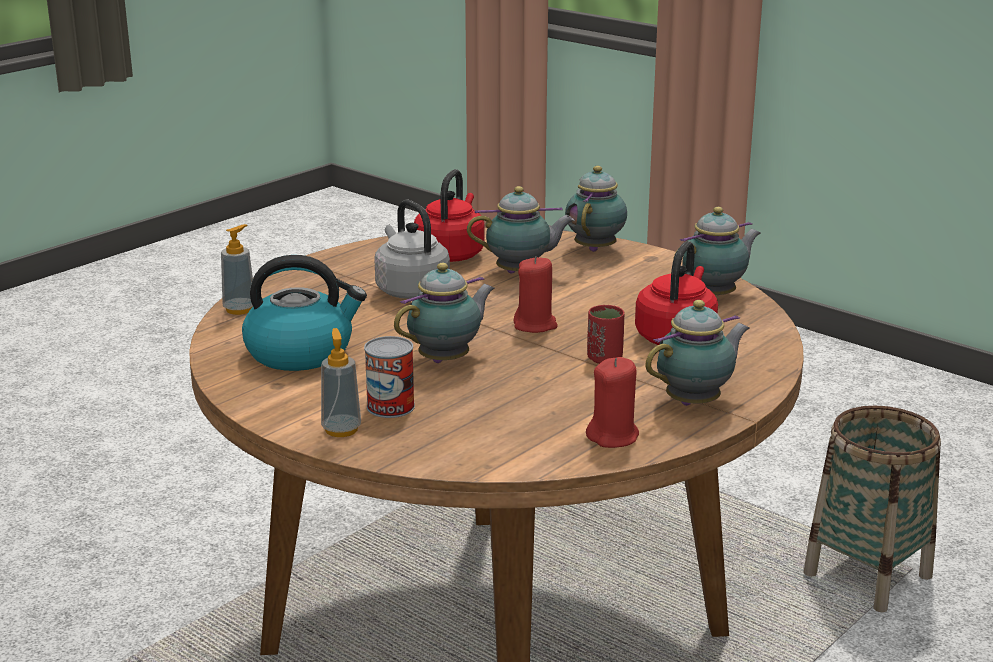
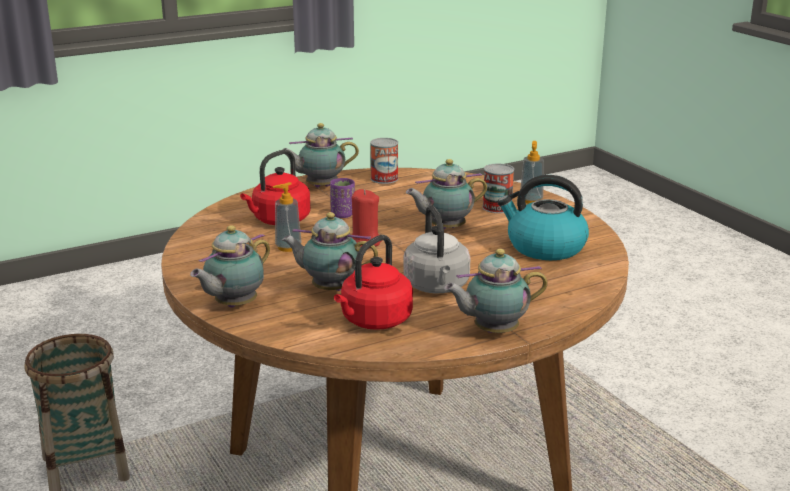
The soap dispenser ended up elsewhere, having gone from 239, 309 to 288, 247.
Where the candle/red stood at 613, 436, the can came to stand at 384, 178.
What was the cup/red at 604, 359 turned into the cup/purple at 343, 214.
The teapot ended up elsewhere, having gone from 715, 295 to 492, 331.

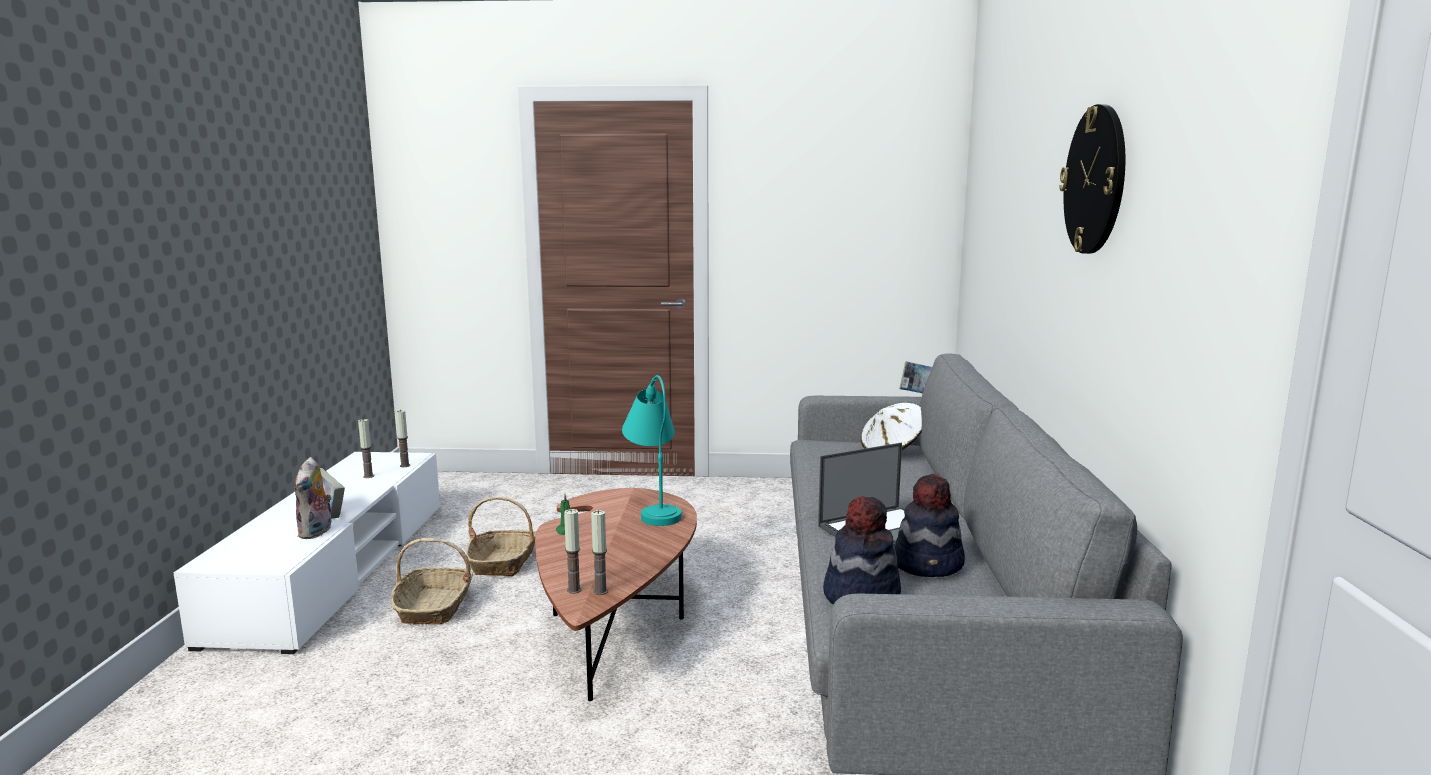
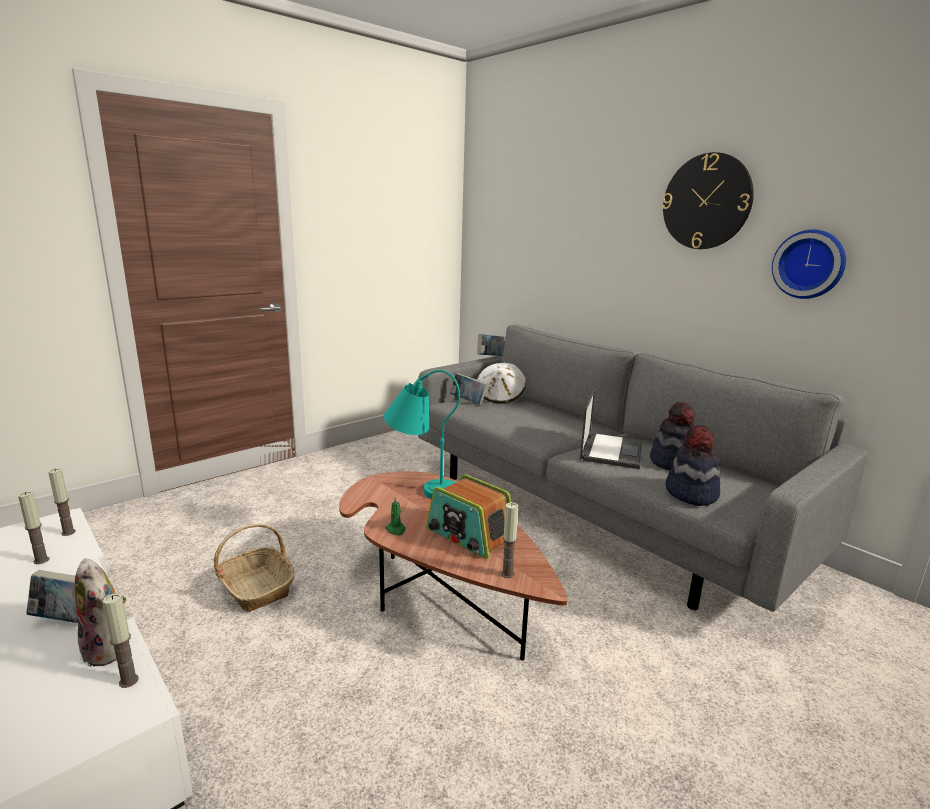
The second view lost the basket at 434, 607.
The candle ended up elsewhere, having gone from 600, 591 to 128, 681.
The second view gained the radio at 469, 535.
The second view gained the book at 468, 402.
The second view gained the wall clock at 809, 264.

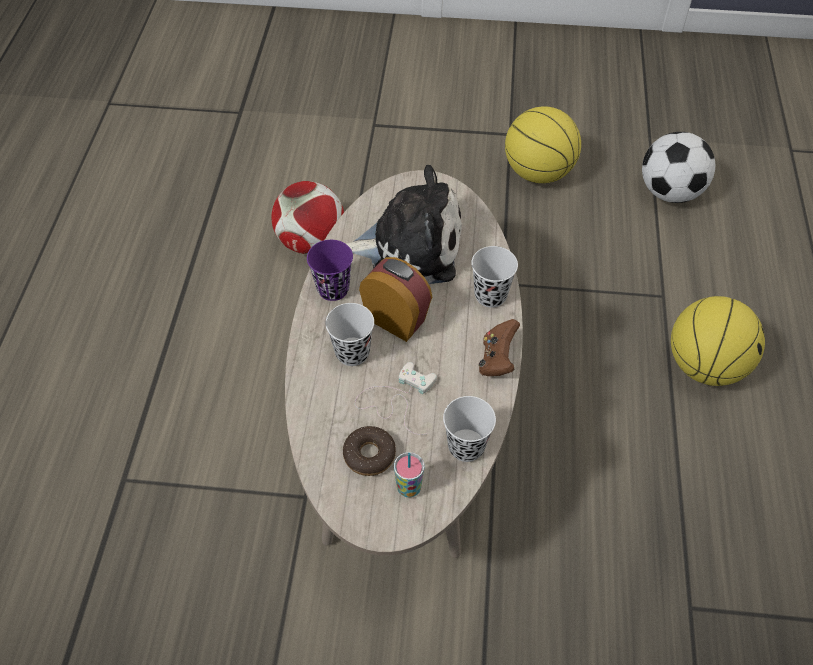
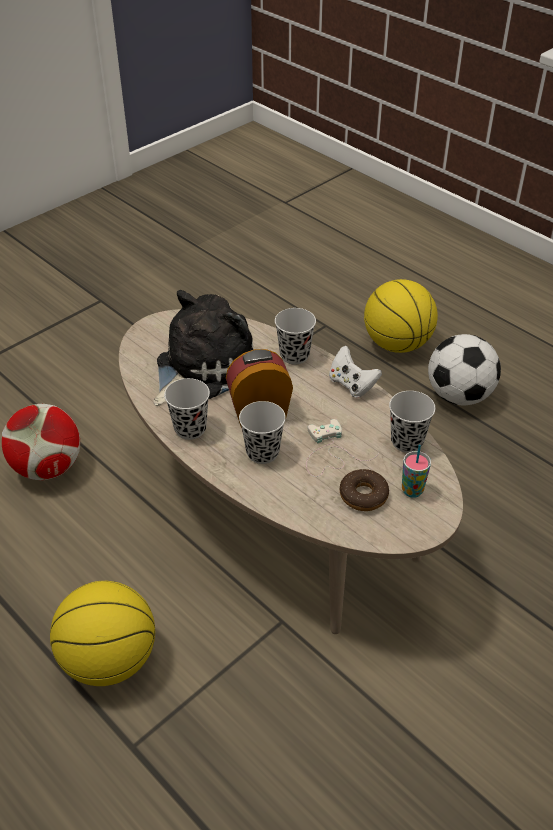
What was the cup/purple at 333, 289 turned into the cup/black at 190, 429.
What was the game controller/brown at 497, 360 turned into the game controller/white at 352, 385.
The basketball ended up elsewhere, having gone from 537, 172 to 108, 659.
The football ended up elsewhere, having gone from 669, 192 to 459, 396.

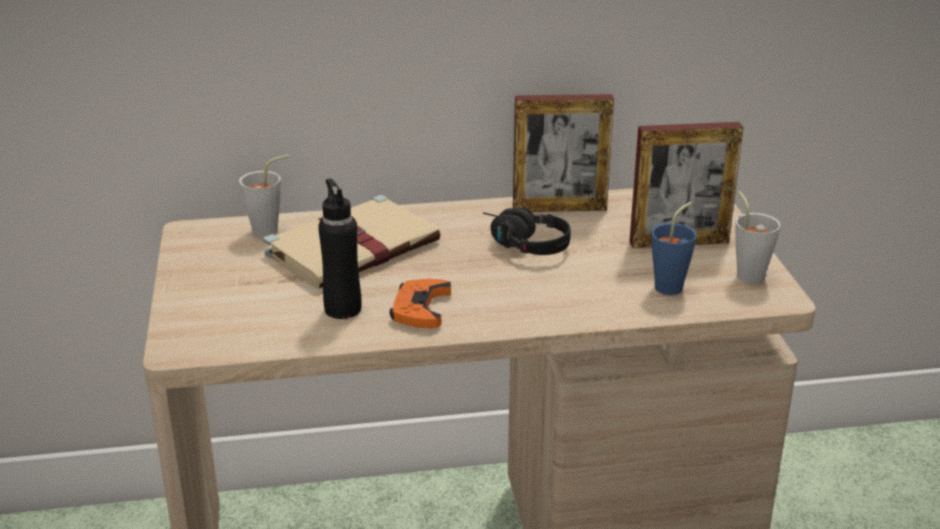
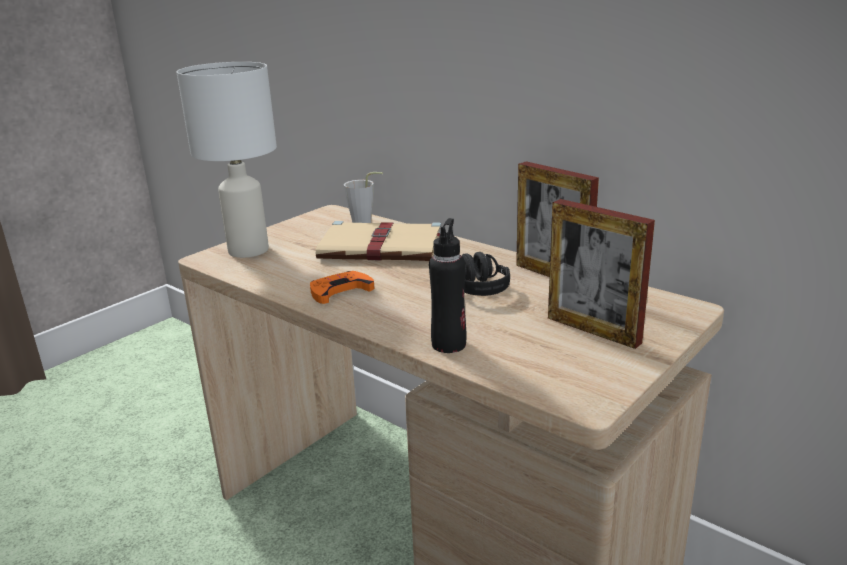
The bottle/black ended up elsewhere, having gone from 343, 309 to 449, 344.
The second view lost the cup/blue at 672, 285.
The second view lost the cup/grey at 748, 273.
The second view gained the table lamp/white at 247, 250.

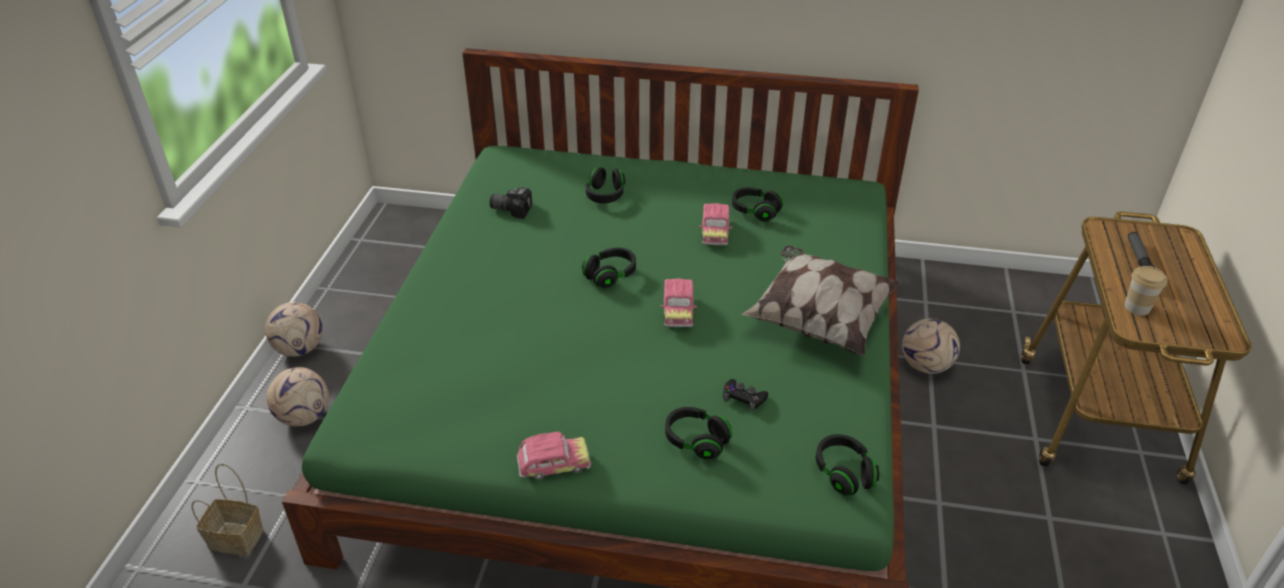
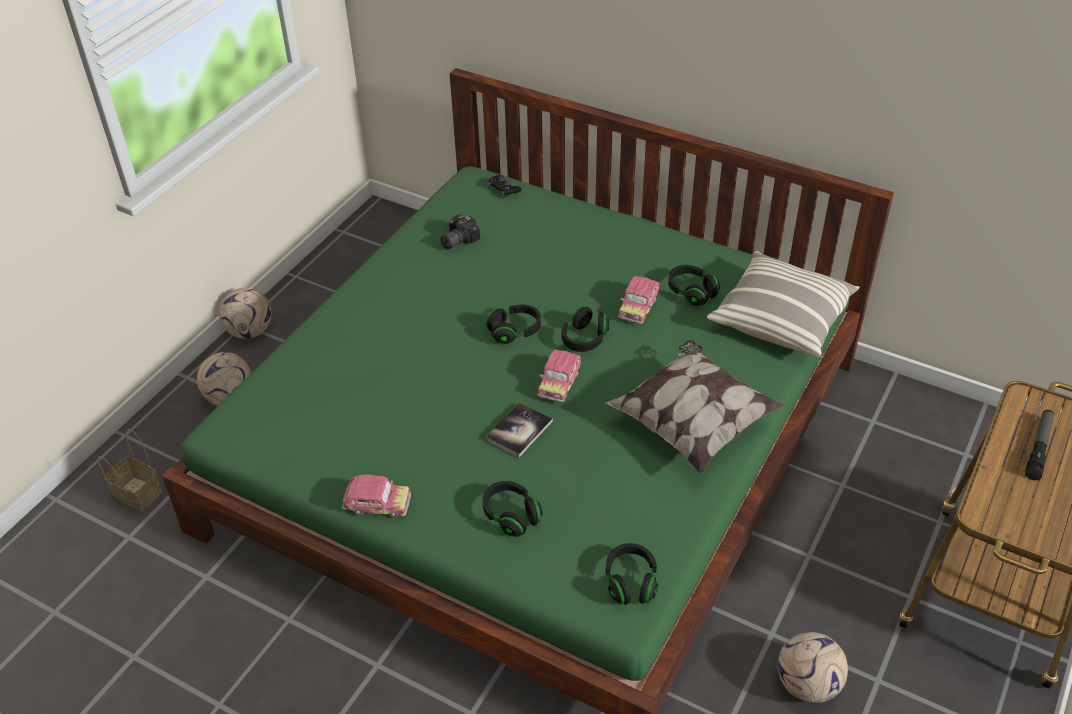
The photo camera at 512, 208 ended up facing another way, 75 degrees counterclockwise from before.
The headphones/black ended up elsewhere, having gone from 605, 195 to 584, 339.
The game controller/black ended up elsewhere, having gone from 744, 398 to 503, 189.
The football ended up elsewhere, having gone from 926, 366 to 808, 685.
The second view lost the cup at 1137, 307.
The second view gained the book at 519, 431.
The second view gained the pillow at 781, 318.

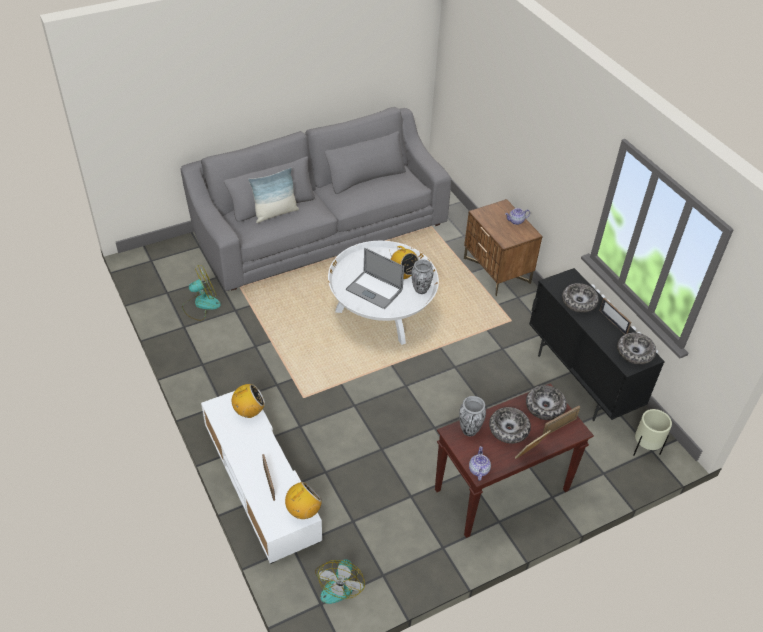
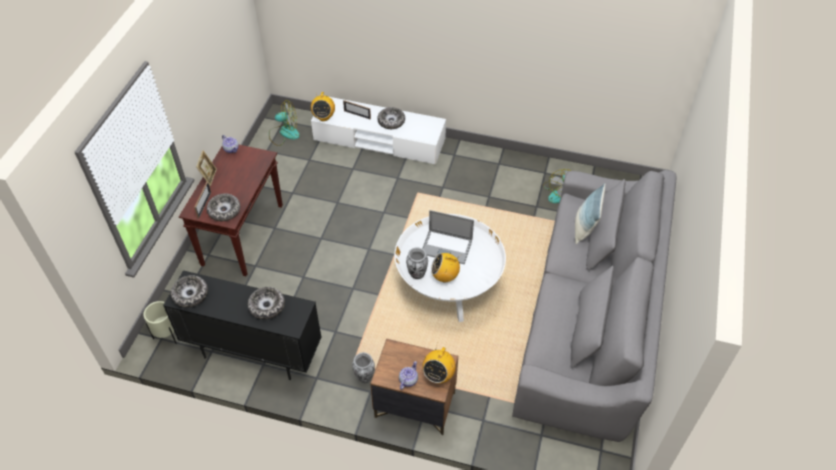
The radio ended up elsewhere, having gone from 249, 412 to 438, 375.
The fan at 339, 583 ended up facing another way, 120 degrees clockwise from before.
The laptop at 374, 290 ended up facing another way, 150 degrees counterclockwise from before.
The vase ended up elsewhere, having gone from 469, 430 to 364, 377.
The bowl ended up elsewhere, having gone from 509, 429 to 391, 121.
The second view lost the picture frame at 613, 322.

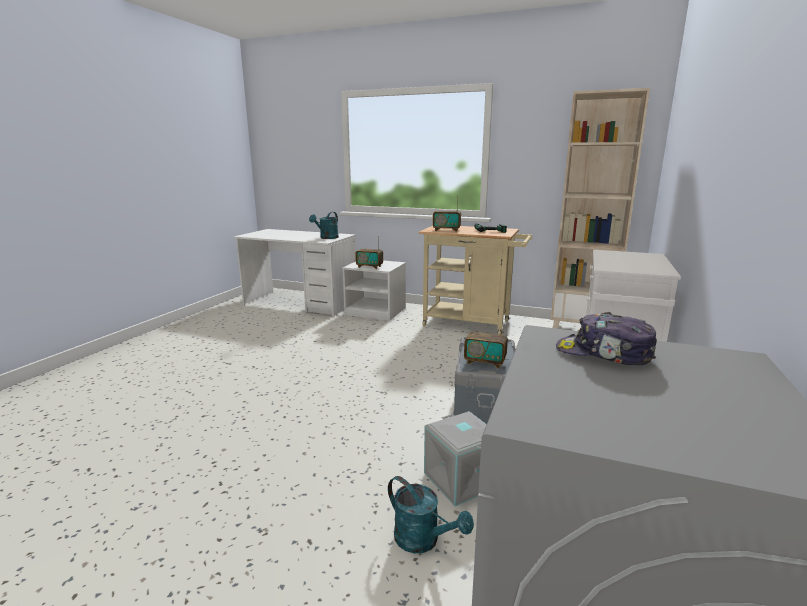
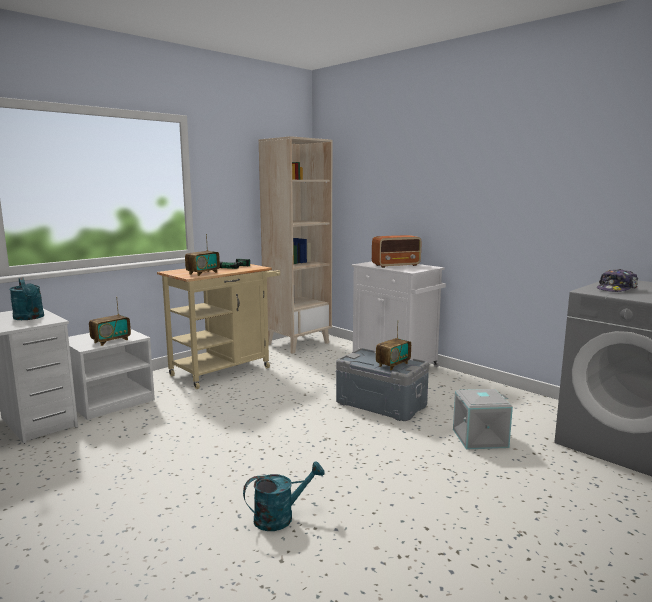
The watering can/turquoise ended up elsewhere, having gone from 423, 540 to 280, 517.
The second view gained the radio at 396, 265.

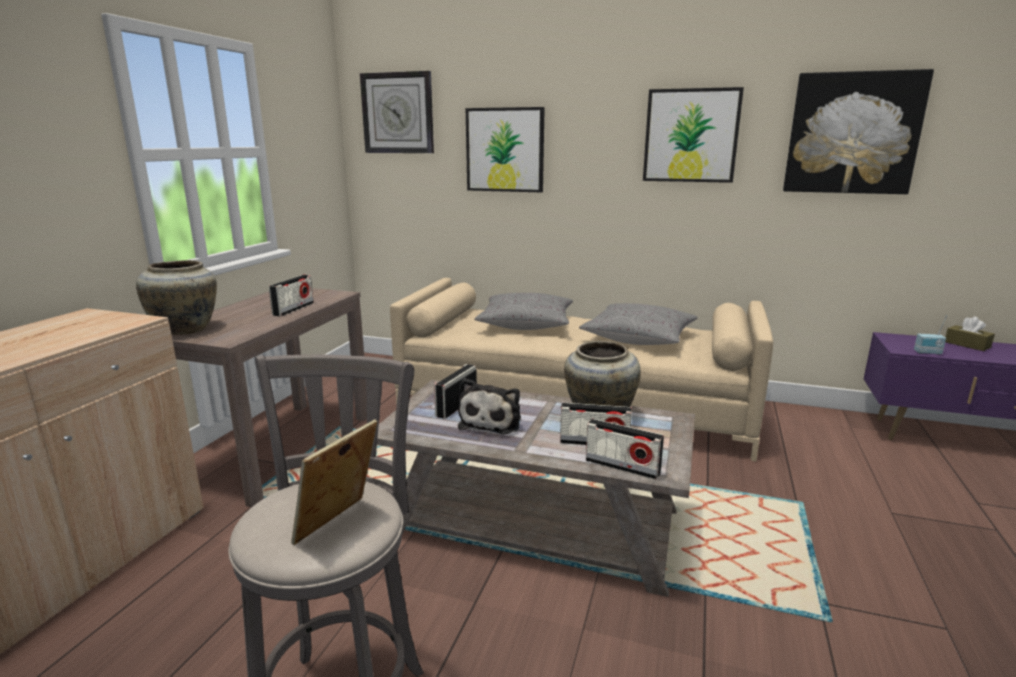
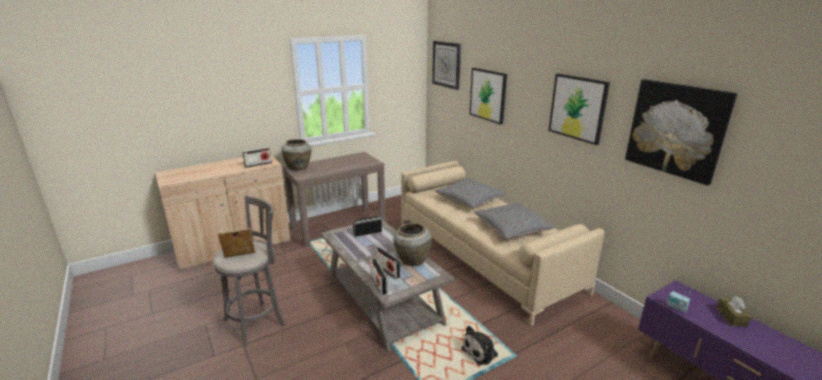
The radio ended up elsewhere, having gone from 293, 309 to 258, 164.
The plush toy ended up elsewhere, having gone from 492, 421 to 481, 351.

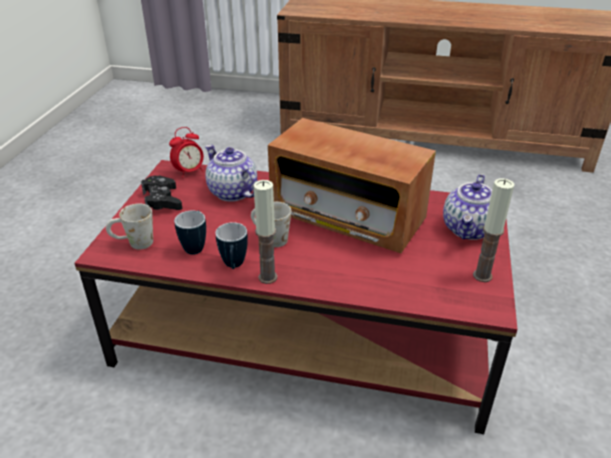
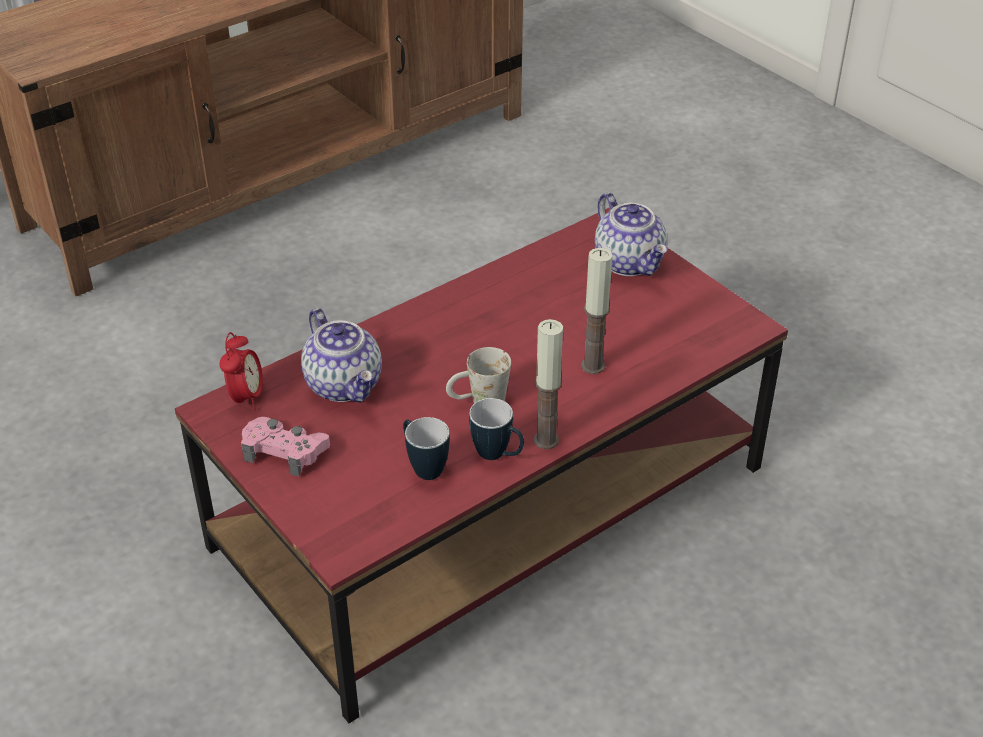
The second view lost the mug/white at 133, 243.
What was the game controller/black at 162, 200 turned into the game controller/pink at 285, 451.
The teapot at 231, 192 ended up facing another way, 120 degrees counterclockwise from before.
The second view lost the radio at 347, 217.
The candle ended up elsewhere, having gone from 482, 276 to 593, 366.

